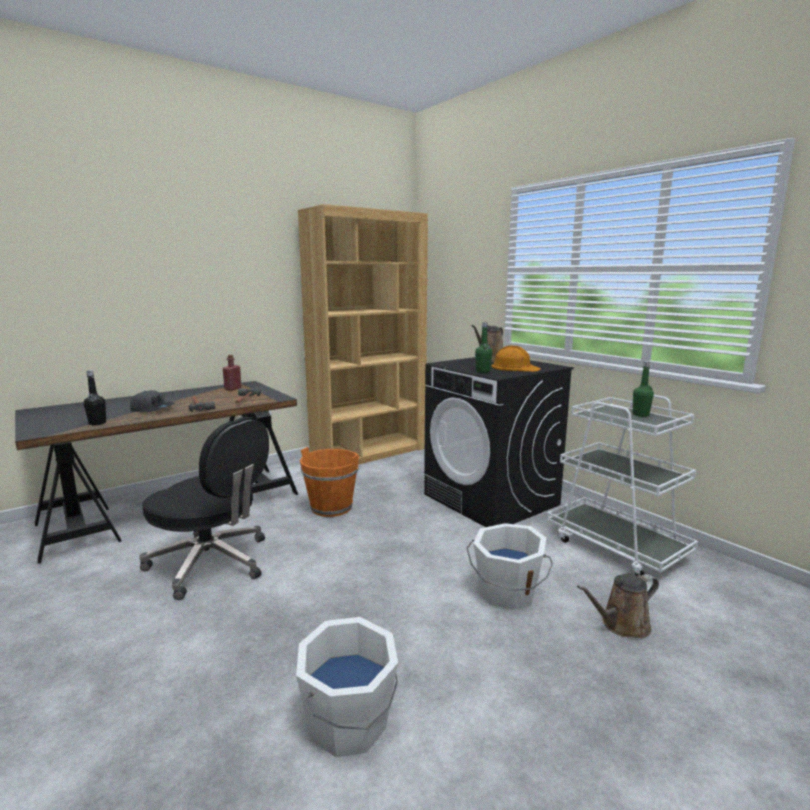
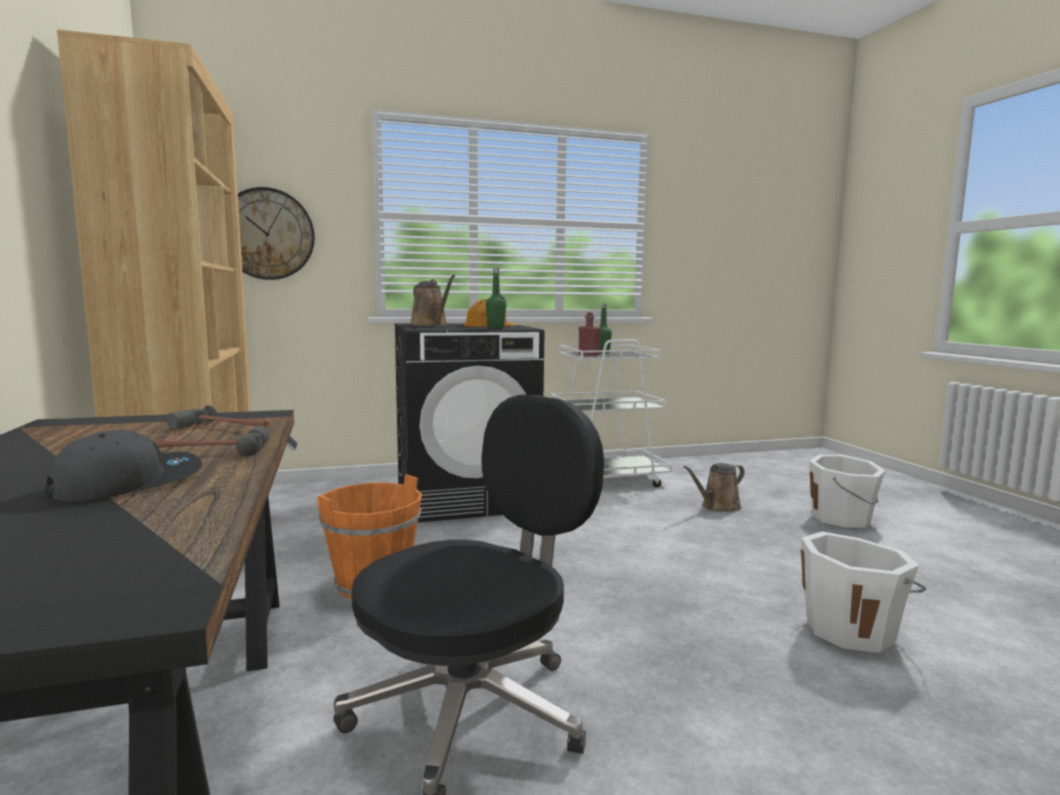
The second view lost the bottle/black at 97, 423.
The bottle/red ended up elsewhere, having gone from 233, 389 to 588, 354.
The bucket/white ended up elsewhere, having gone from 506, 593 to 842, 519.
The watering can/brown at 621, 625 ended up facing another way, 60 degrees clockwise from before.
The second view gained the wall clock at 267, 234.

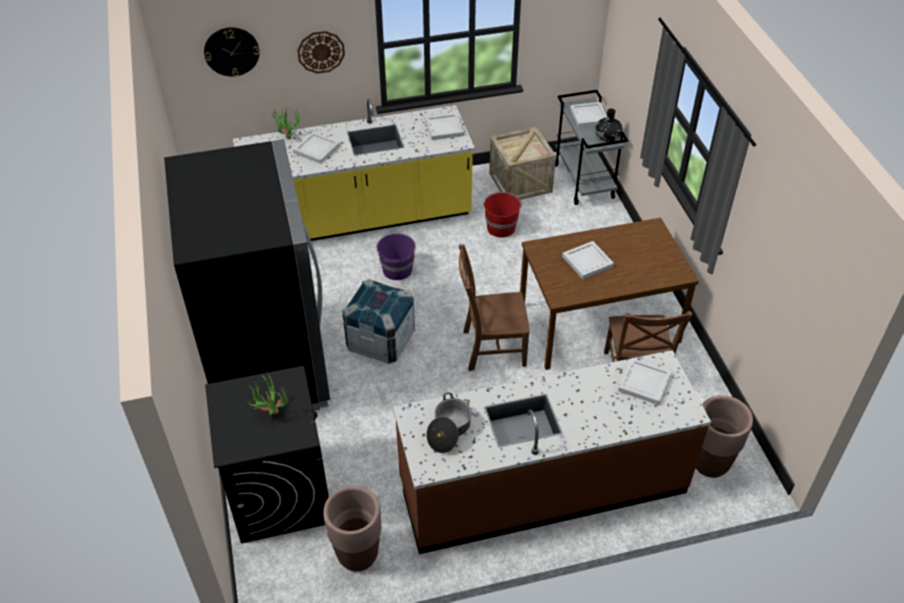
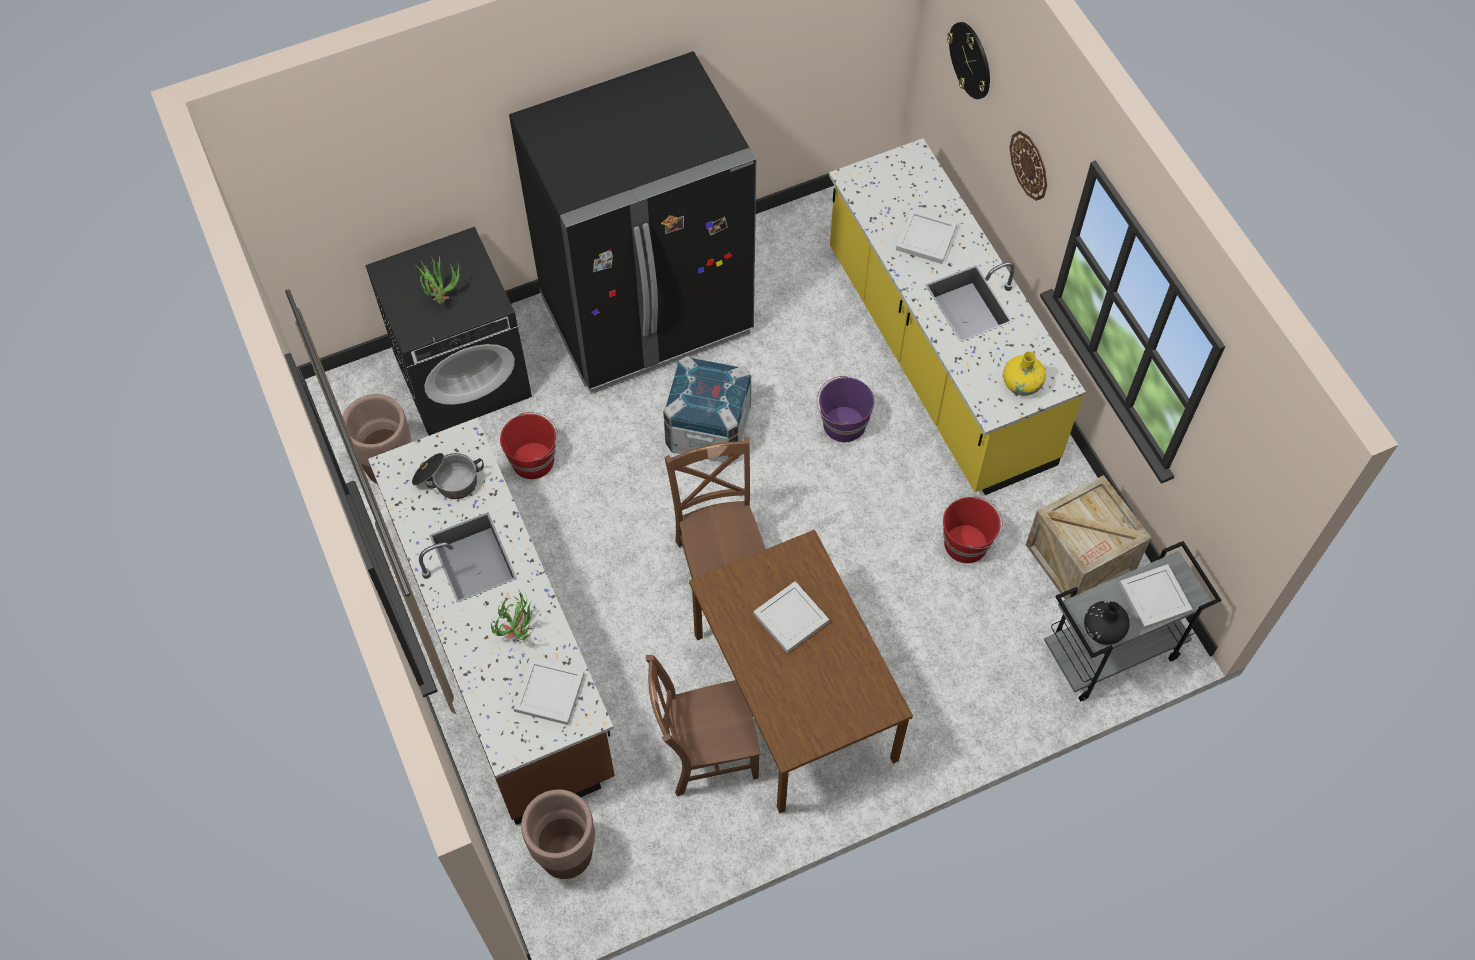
The potted plant ended up elsewhere, having gone from 288, 136 to 519, 631.
Where the tray/white stood at 443, 128, the vase/yellow came to stand at 1021, 384.
The second view gained the bucket/red at 533, 460.

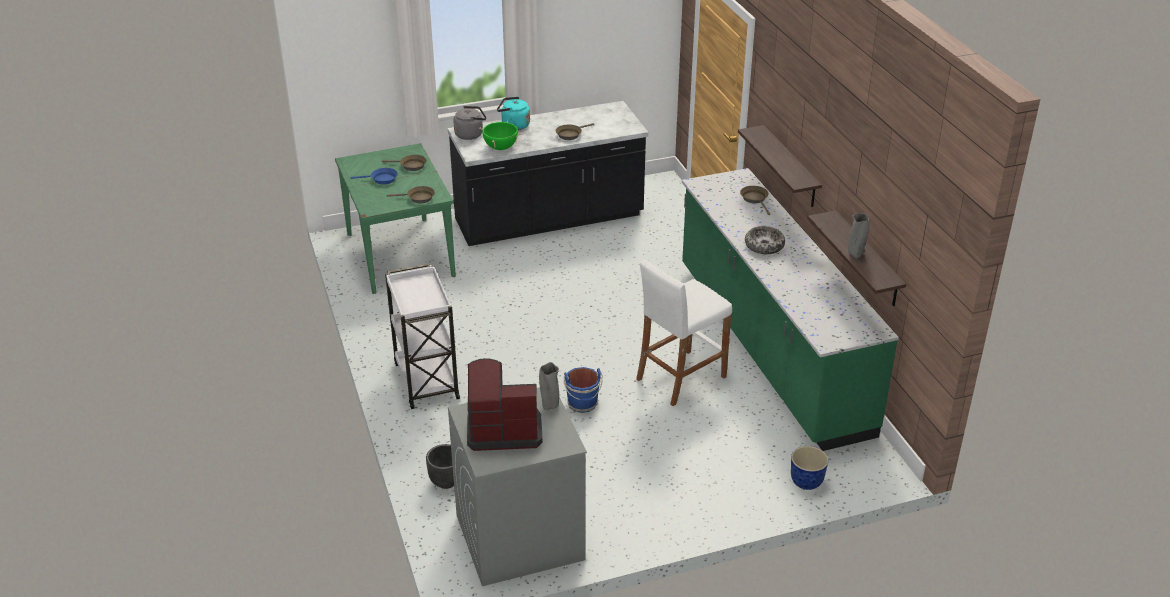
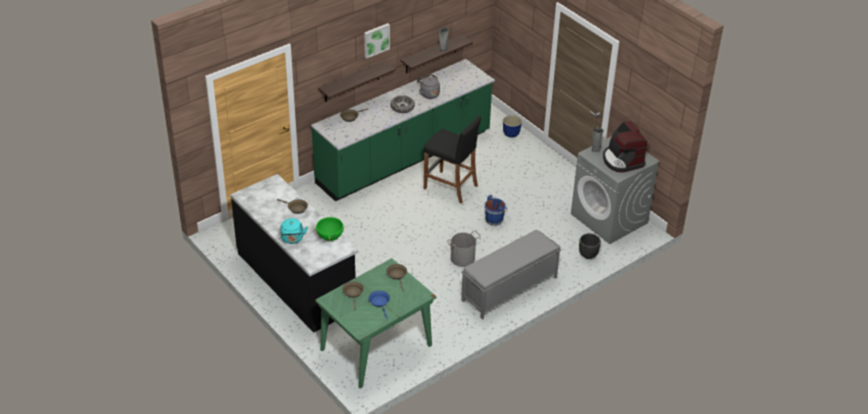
Where the cart/white stood at 426, 379, the bench/grey came to stand at 508, 289.
The kettle/grey ended up elsewhere, having gone from 470, 134 to 428, 94.
What was the stool/white at 680, 378 turned into the stool/black at 451, 187.
The second view gained the picture at 376, 40.
The second view gained the bucket/grey at 462, 258.

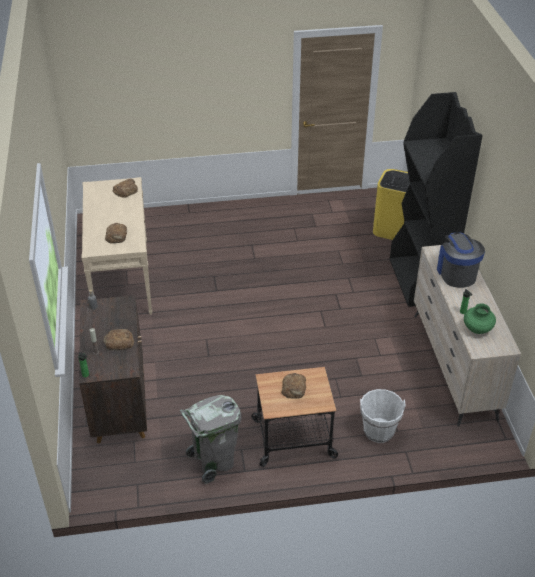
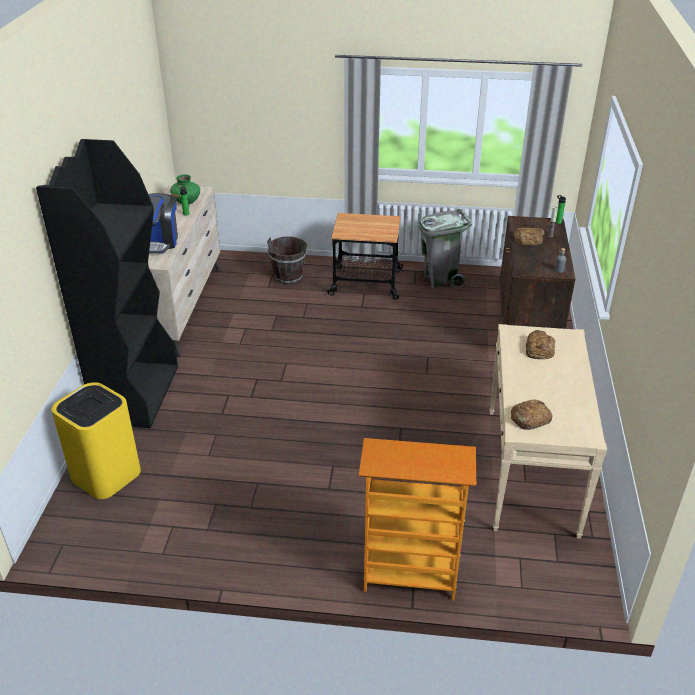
The second view lost the bread at 294, 388.
What was the bucket/white at 379, 430 turned into the bucket/brown at 288, 277.
The second view gained the bookcase at 409, 578.

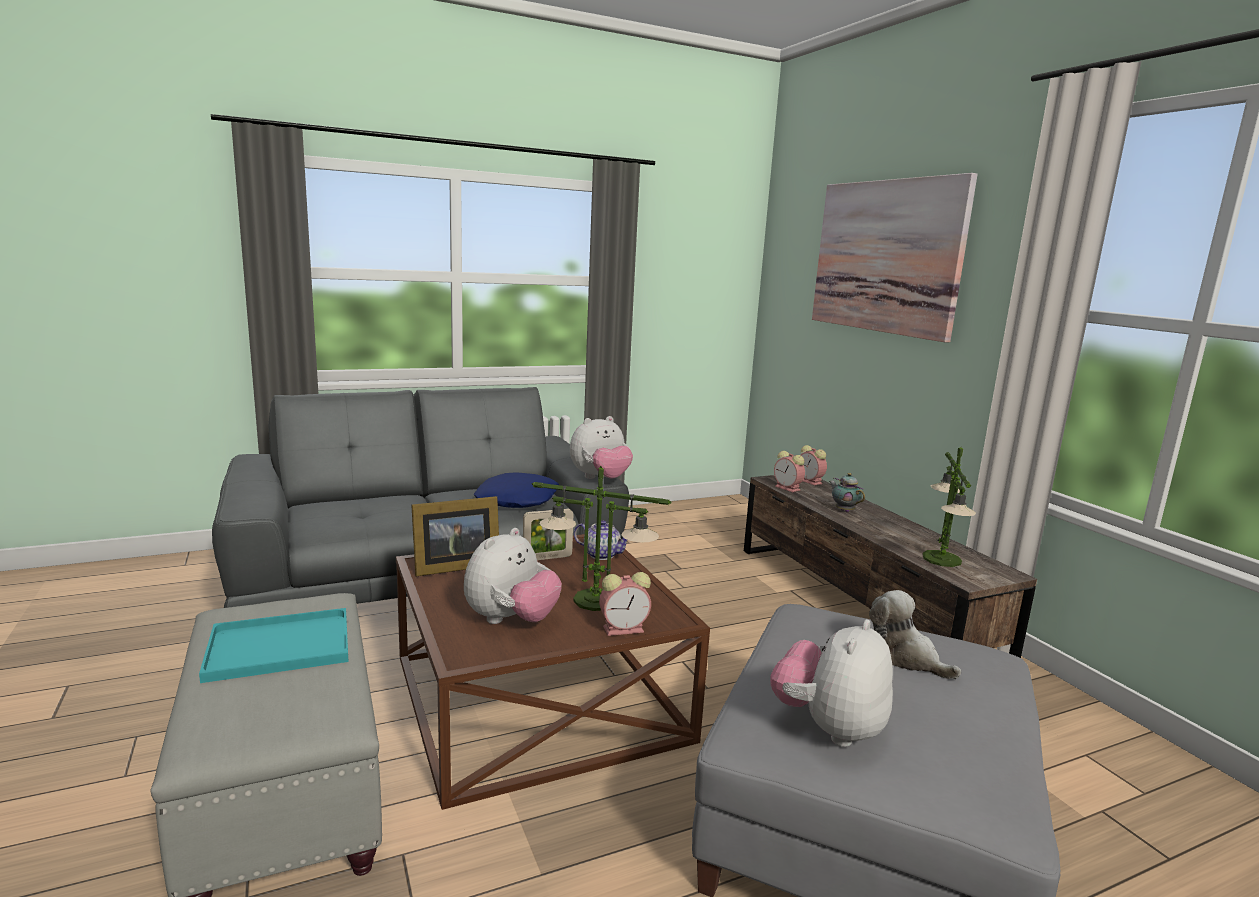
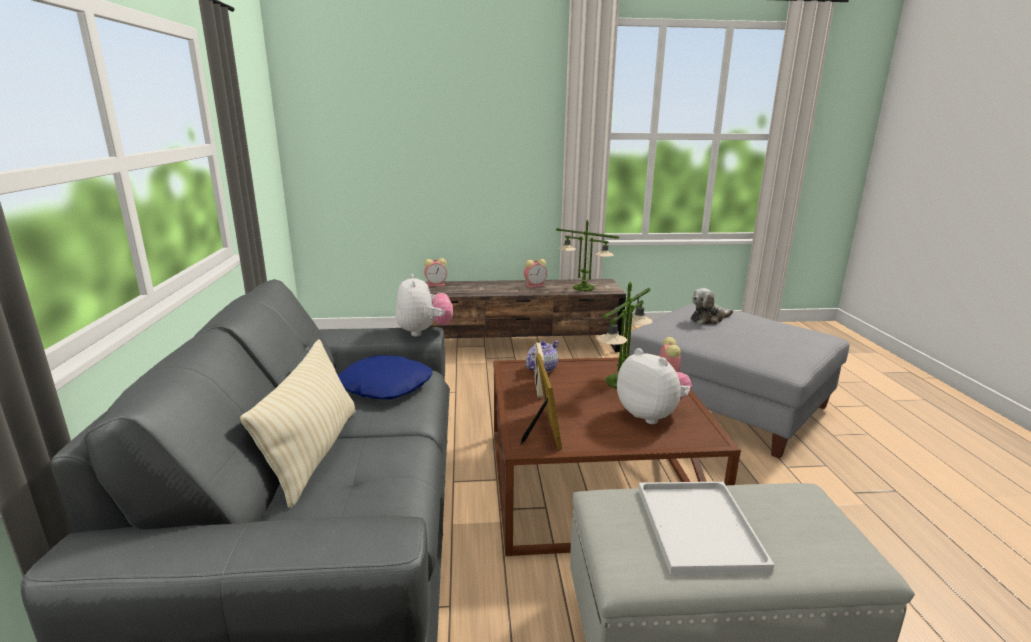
What was the tray/turquoise at 276, 647 turned into the tray/white at 701, 529.
The second view lost the plush toy at 828, 728.
The alarm clock ended up elsewhere, having gone from 788, 488 to 535, 285.
The second view lost the picture at 886, 256.
The second view lost the teapot at 843, 510.
The second view gained the pillow/beige at 314, 453.

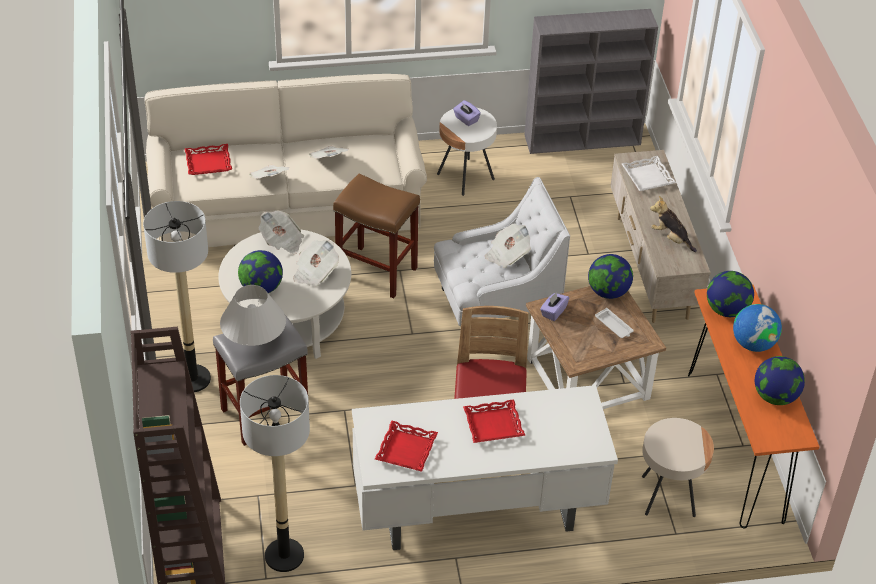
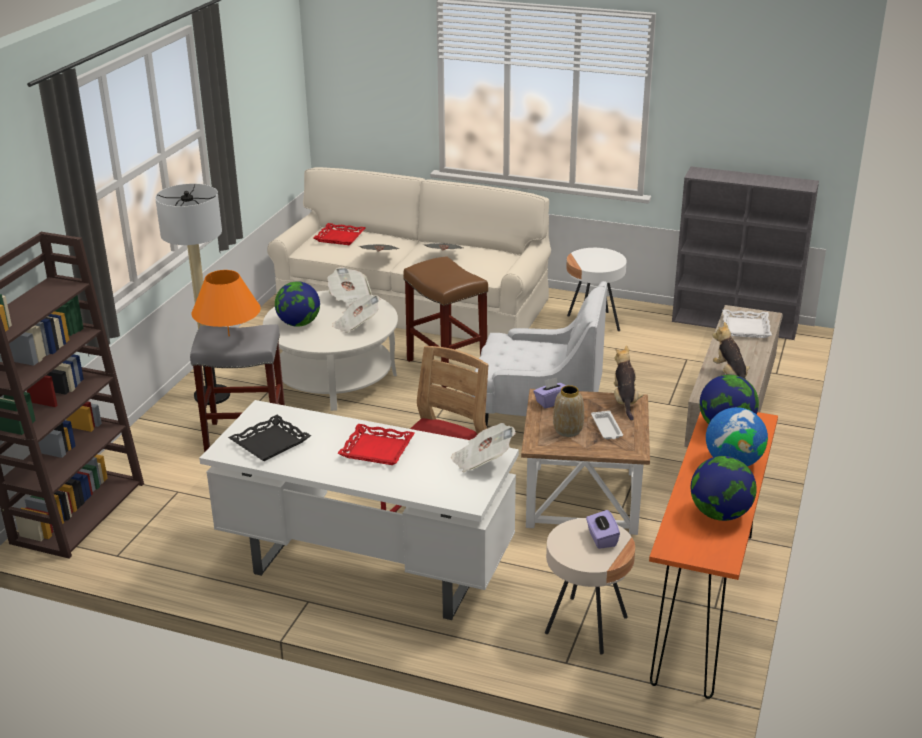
What was the table lamp/white at 254, 341 turned into the table lamp/orange at 229, 336.
The second view lost the floor lamp at 284, 556.
What was the tray/red at 405, 450 turned into the tray/black at 270, 443.
The tissue box/purple ended up elsewhere, having gone from 466, 119 to 601, 539.
The newspaper ended up elsewhere, having gone from 507, 254 to 482, 461.
Where the globe stood at 608, 292, the plush toy came to stand at 625, 401.
The second view gained the vase at 568, 431.

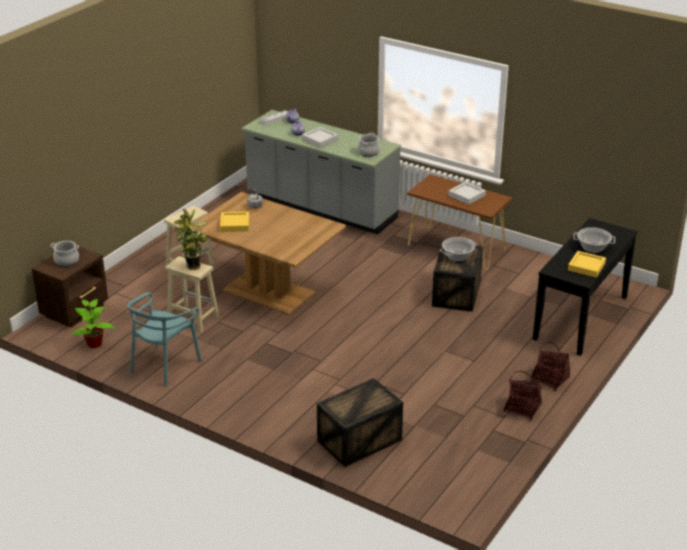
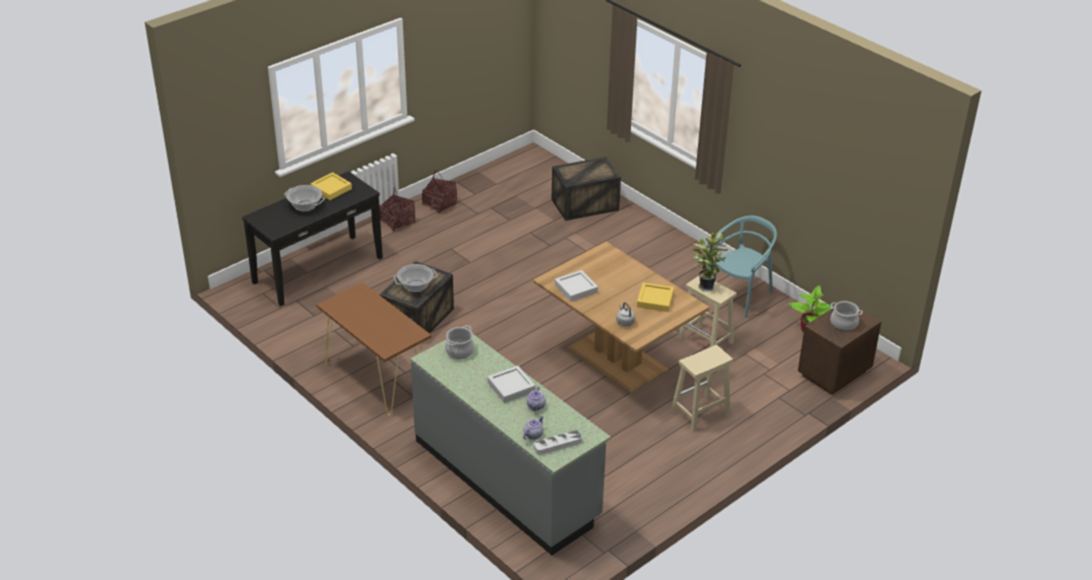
The tray/grey ended up elsewhere, having gone from 466, 196 to 576, 288.

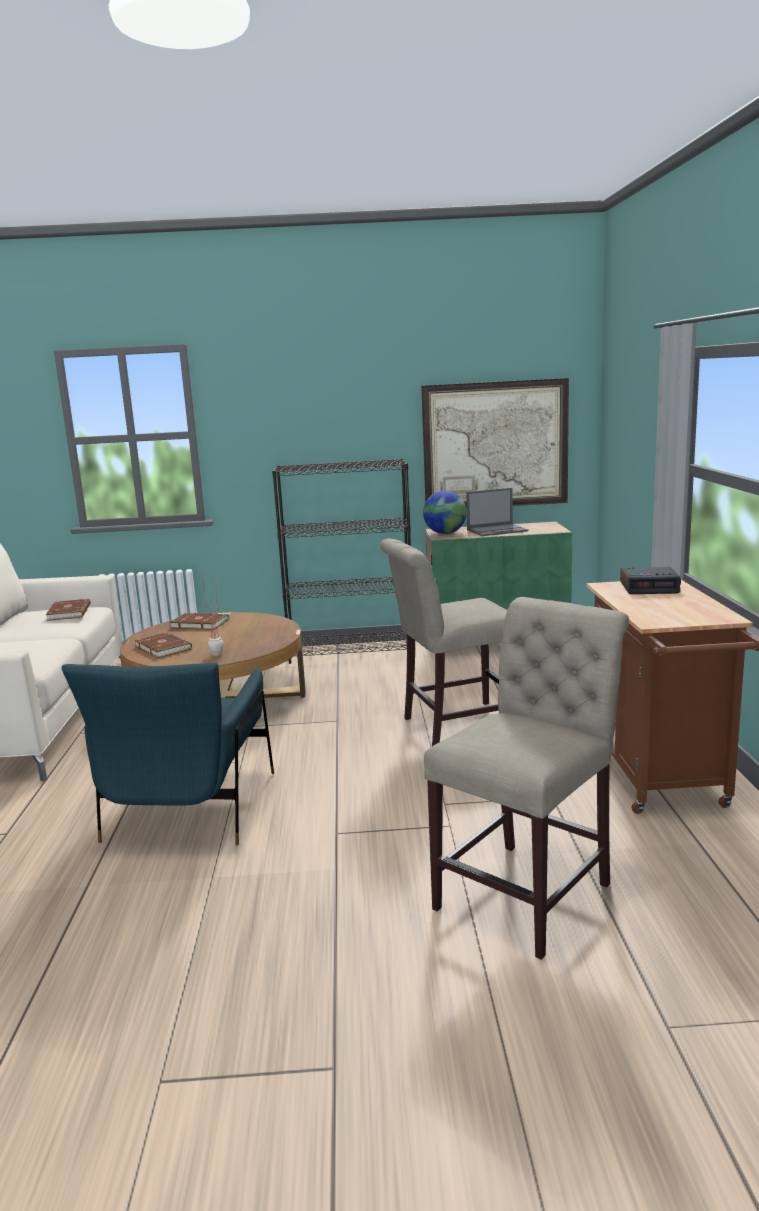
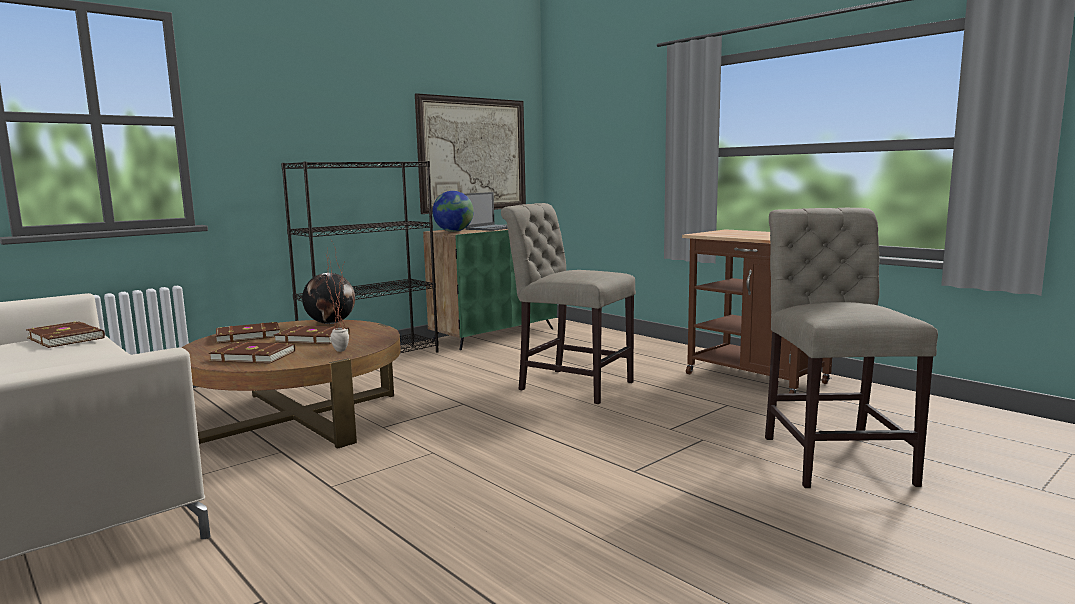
The second view lost the armchair/blue at 190, 809.
The chair/beige at 454, 725 ended up facing another way, 90 degrees clockwise from before.
The second view lost the alarm clock at 649, 587.
The second view gained the book/brown at 313, 338.
The second view gained the globe at 330, 323.

